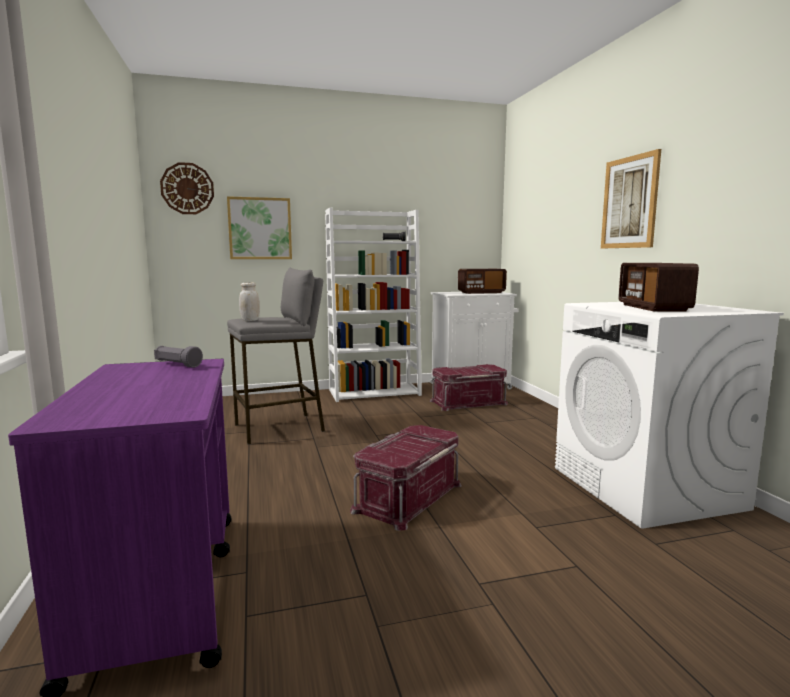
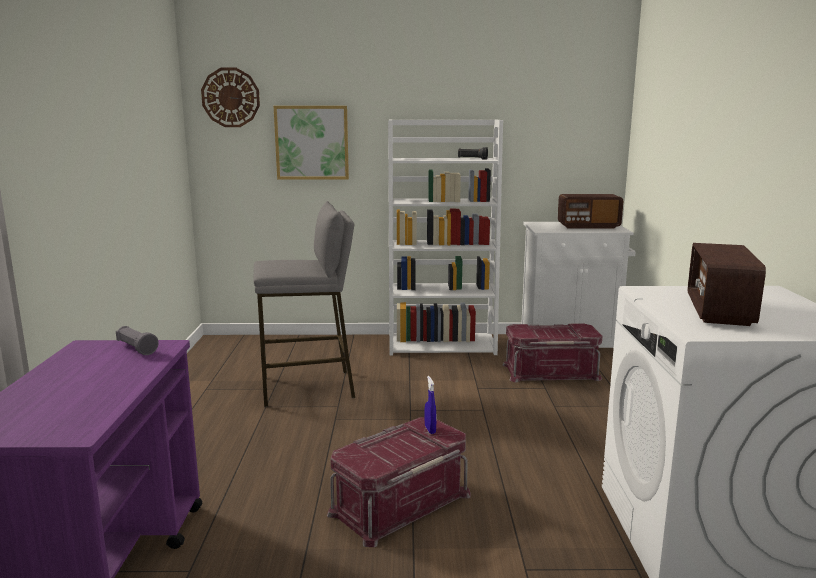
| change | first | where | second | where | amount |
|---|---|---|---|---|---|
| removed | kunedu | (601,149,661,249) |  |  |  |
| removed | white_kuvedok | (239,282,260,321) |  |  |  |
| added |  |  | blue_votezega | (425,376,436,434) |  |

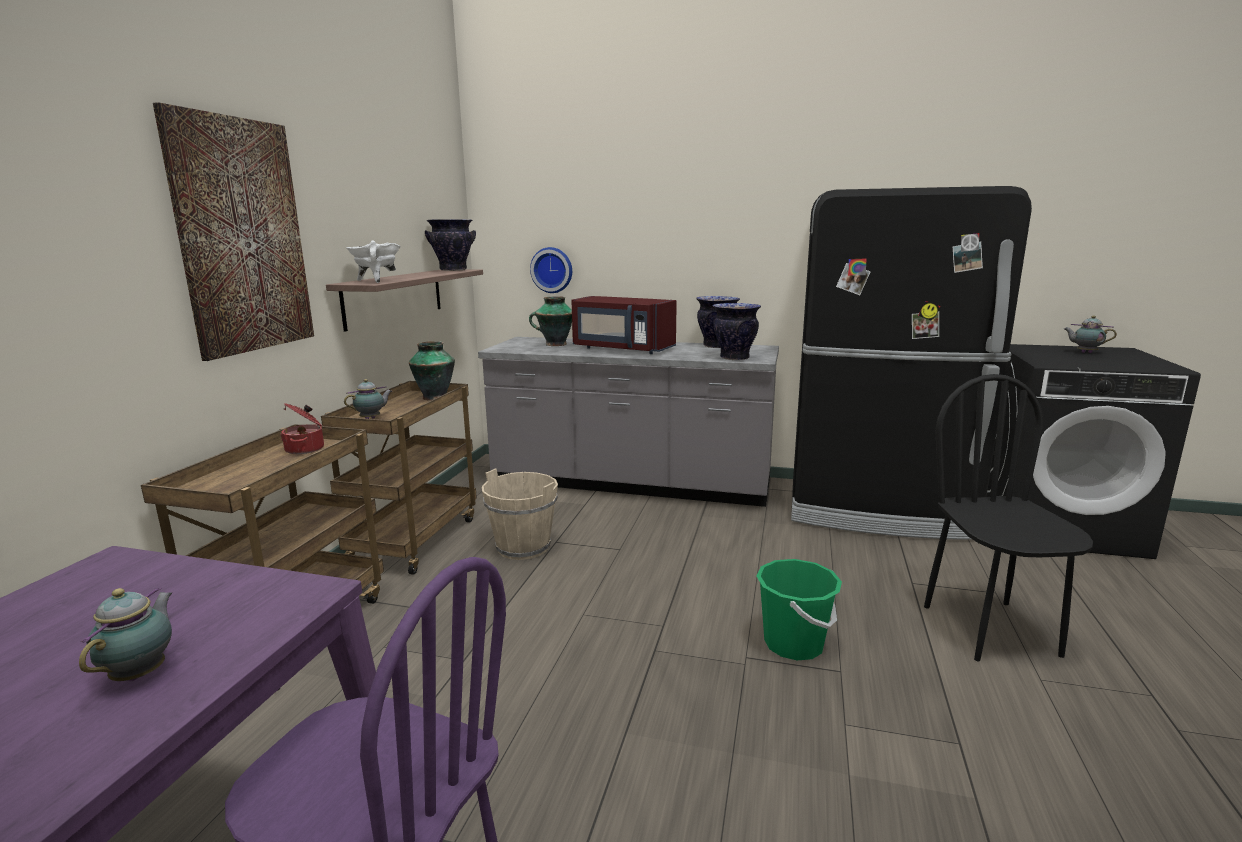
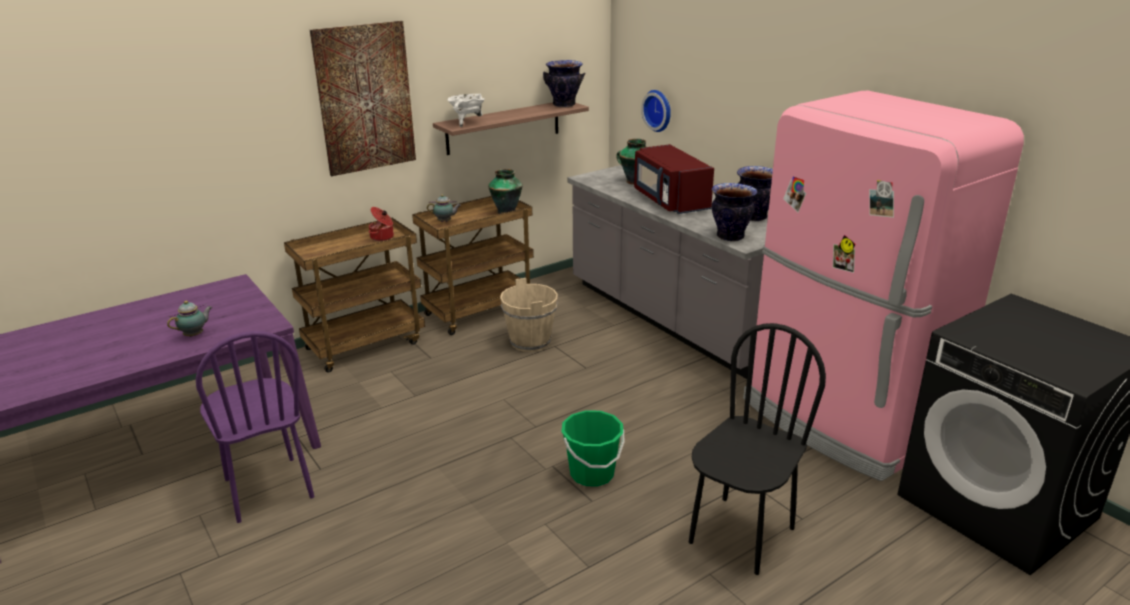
| change | first | where | second | where | amount |
|---|---|---|---|---|---|
| recoloured | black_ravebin | (791,186,1032,540) | pink_ravebin | (743,91,1024,481) |  |
| removed | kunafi | (1064,315,1117,353) |  |  |  |

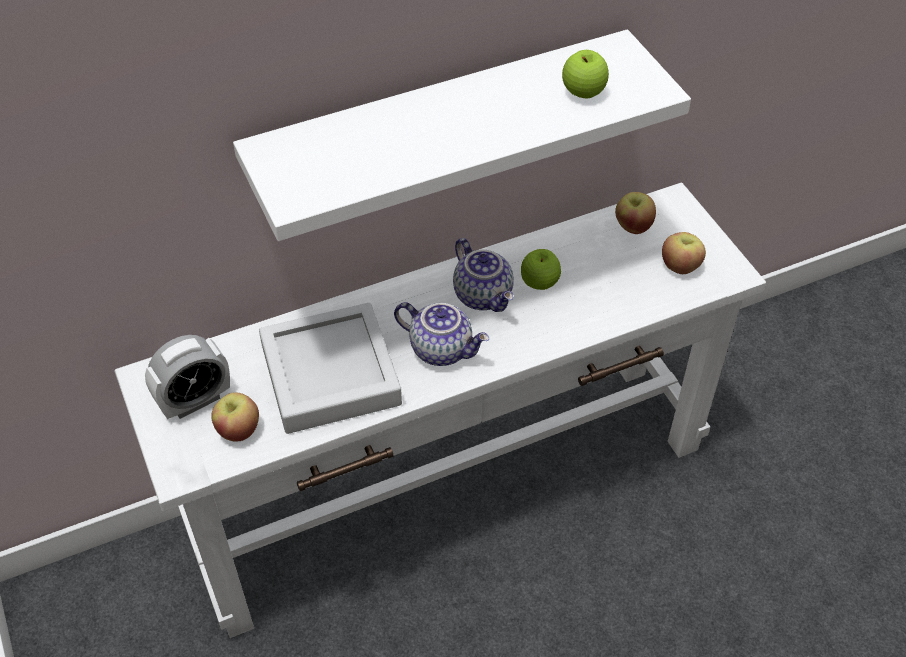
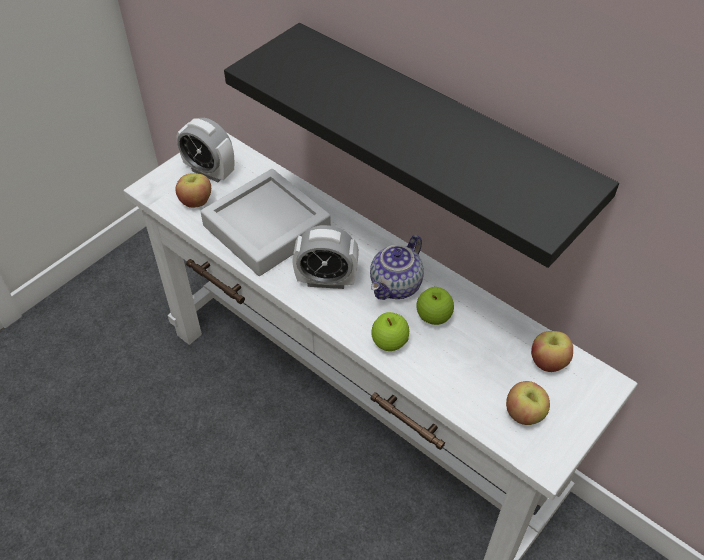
| change | first | where | second | where | amount |
|---|---|---|---|---|---|
| recoloured | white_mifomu | (233,29,691,241) | black_mifomu | (224,23,619,268) |  |
| moved | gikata | (562,50,609,98) |  | (371,312,409,351) |  |
| replaced | kunafi | (394,302,489,366) | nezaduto | (292,225,359,289) |  |

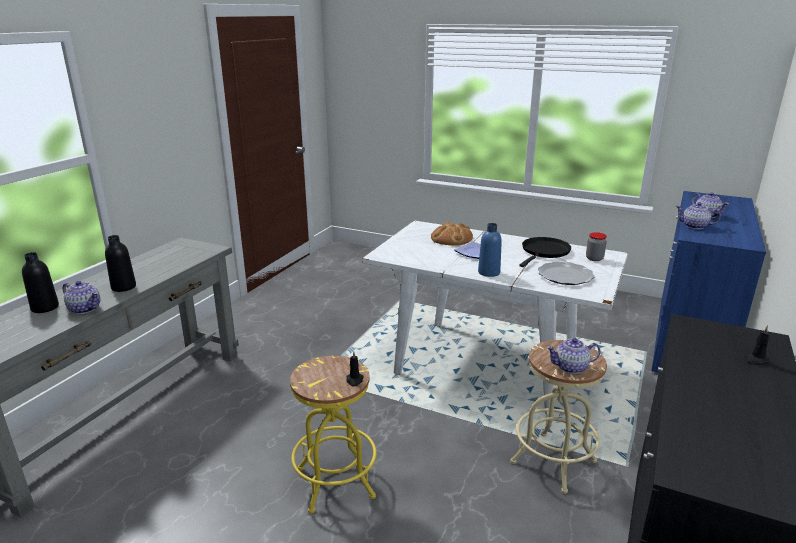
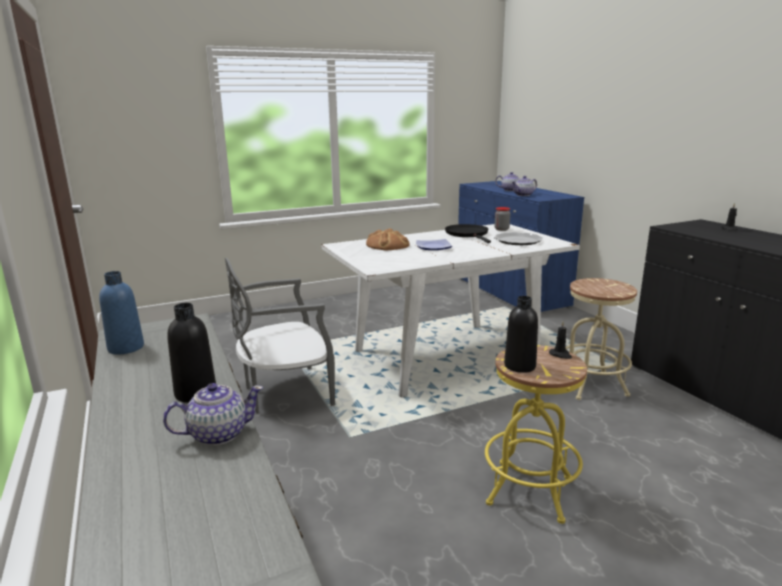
| change | first | where | second | where | amount |
|---|---|---|---|---|---|
| moved | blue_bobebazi | (478,223,502,277) |  | (99,271,144,355) |  |
| moved | black_bobebazi | (22,252,59,313) |  | (504,296,538,373) |  |
| removed | kunafi | (546,338,601,374) |  |  |  |
| added |  |  | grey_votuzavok | (225,258,335,414) |  |

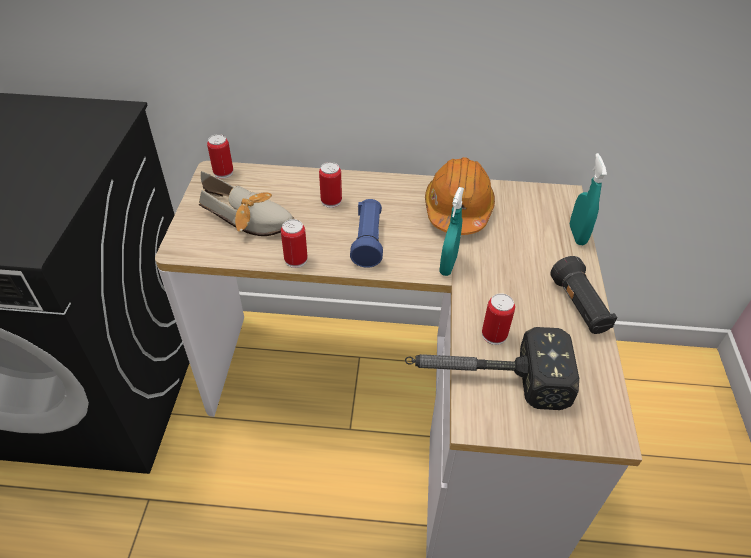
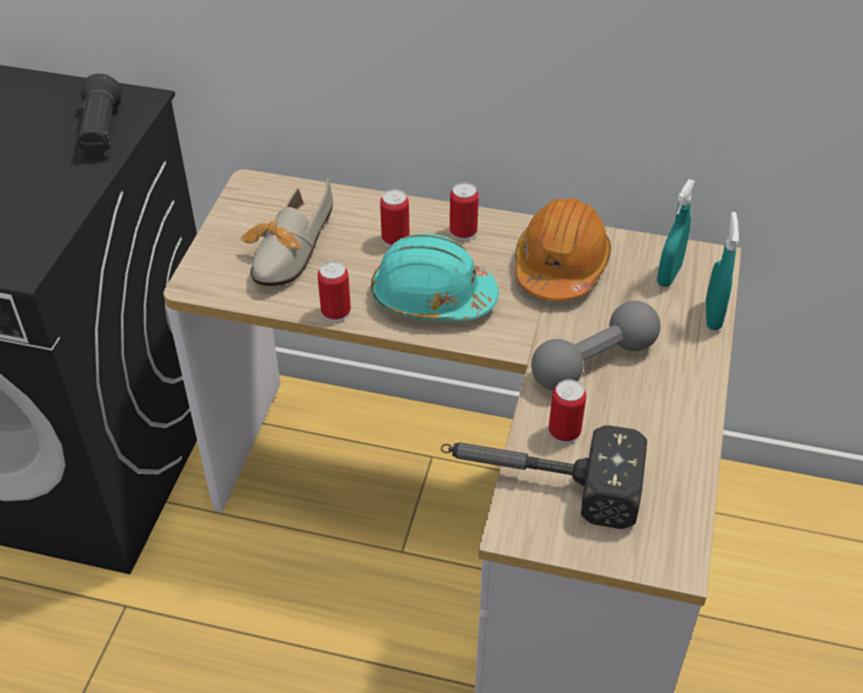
| change | first | where | second | where | amount |
|---|---|---|---|---|---|
| moved | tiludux | (207,134,233,179) |  | (450,182,479,241) |  |
| turned | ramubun | (199,171,294,236) |  | (241,177,333,286) | 75 degrees clockwise |
| moved | turquoise_votezega | (439,187,464,276) |  | (657,179,695,287) |  |
| replaced | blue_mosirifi | (350,199,383,268) | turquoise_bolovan | (371,233,499,321) |  |
| moved | black_mosirifi | (550,256,617,334) |  | (77,73,122,155) |  |
| added |  |  | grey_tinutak | (531,301,661,390) |  |

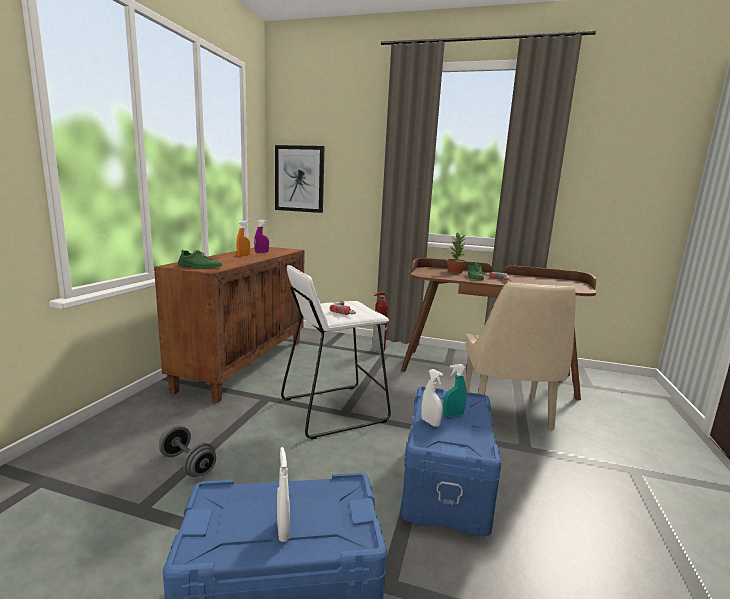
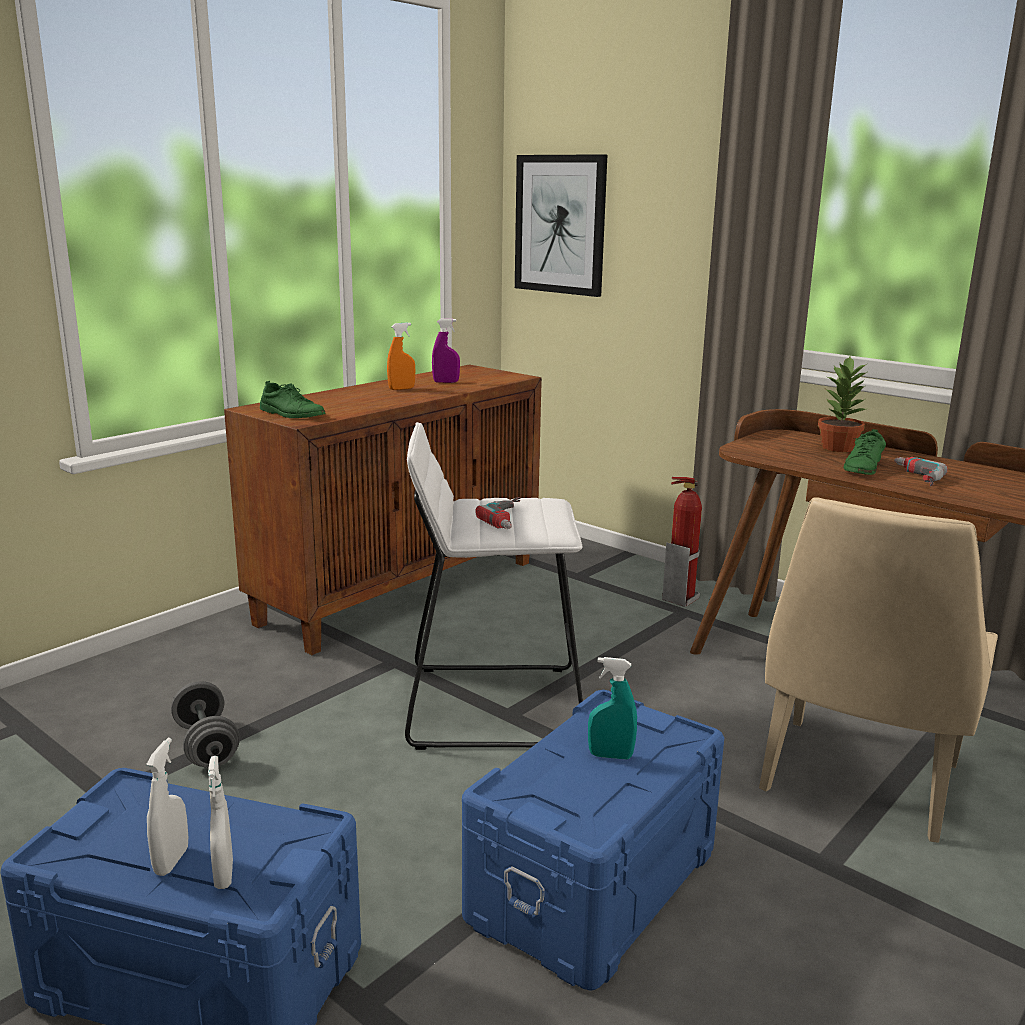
| change | first | where | second | where | amount |
|---|---|---|---|---|---|
| moved | white_votezega | (421,369,443,427) |  | (208,756,233,889) |  |

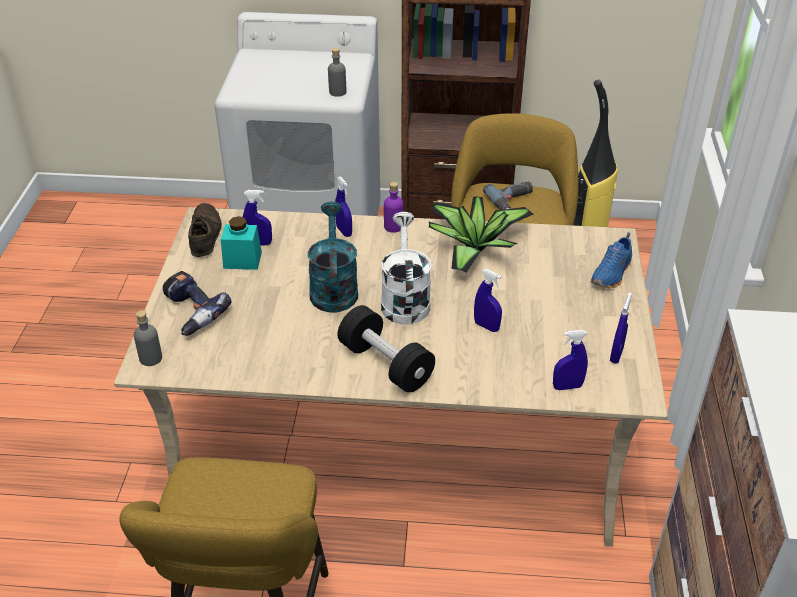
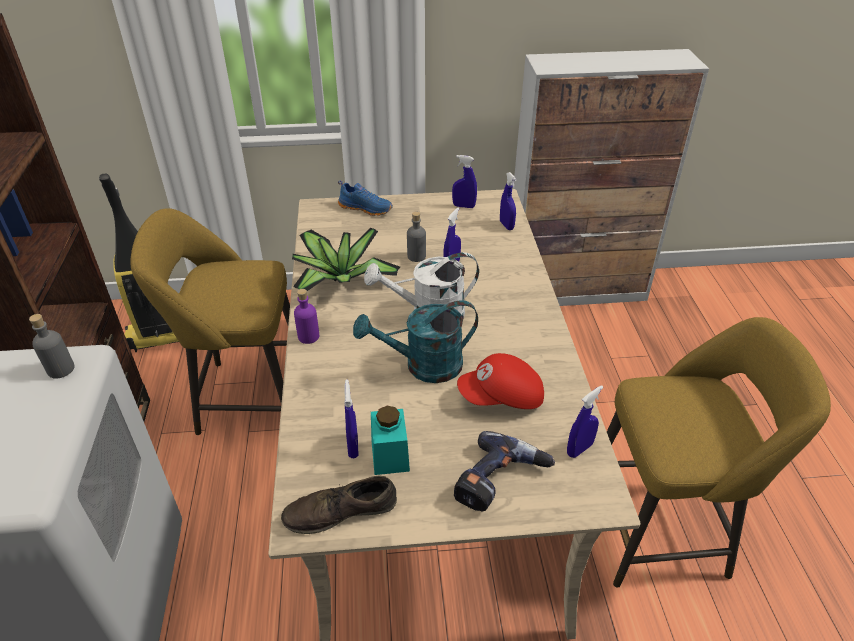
| change | first | where | second | where | amount |
|---|---|---|---|---|---|
| moved | blue_votezega | (335,176,352,237) |  | (567,385,603,458) |  |
| removed | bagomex | (483,182,533,210) |  |  |  |
| removed | black_tinutak | (338,305,435,393) |  |  |  |
| moved | grey_bobebazi | (134,310,162,366) |  | (407,212,426,262) |  |
| added |  |  | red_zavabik | (457,353,544,409) |  |

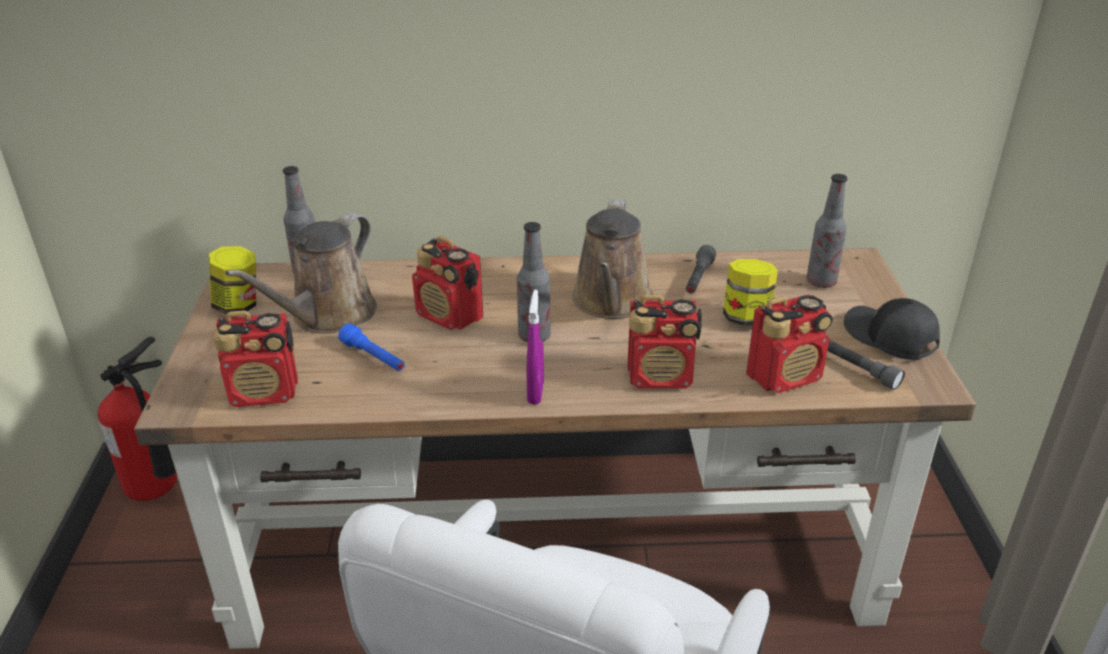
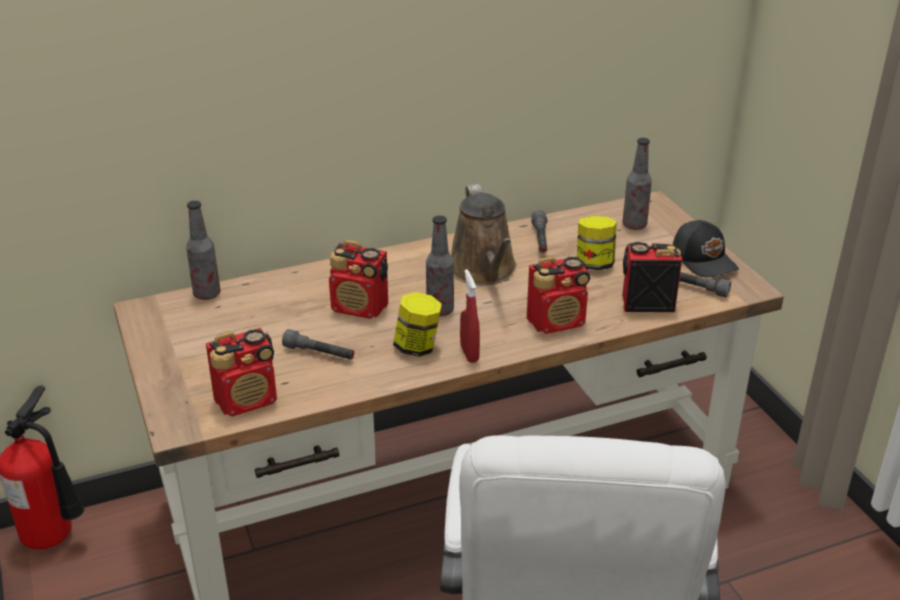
| change | first | where | second | where | amount |
|---|---|---|---|---|---|
| removed | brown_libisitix | (225,213,377,334) |  |  |  |
| moved | kuvedok | (209,246,256,314) |  | (393,292,442,357) |  |
| recoloured | purple_votezega | (526,290,544,405) | red_votezega | (460,269,480,363) |  |
| turned | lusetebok | (746,295,833,394) |  | (622,242,682,312) | 135 degrees counterclockwise |
| turned | black_zavabik | (844,298,940,360) |  | (673,220,739,278) | 150 degrees counterclockwise |
| recoloured | blue_mosirifi | (338,324,405,371) | grey_mosirifi | (282,329,354,359) |  |

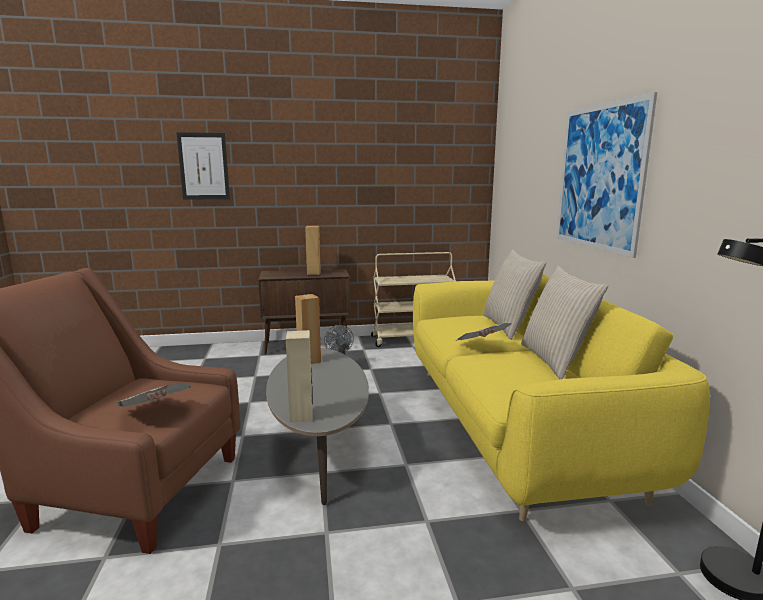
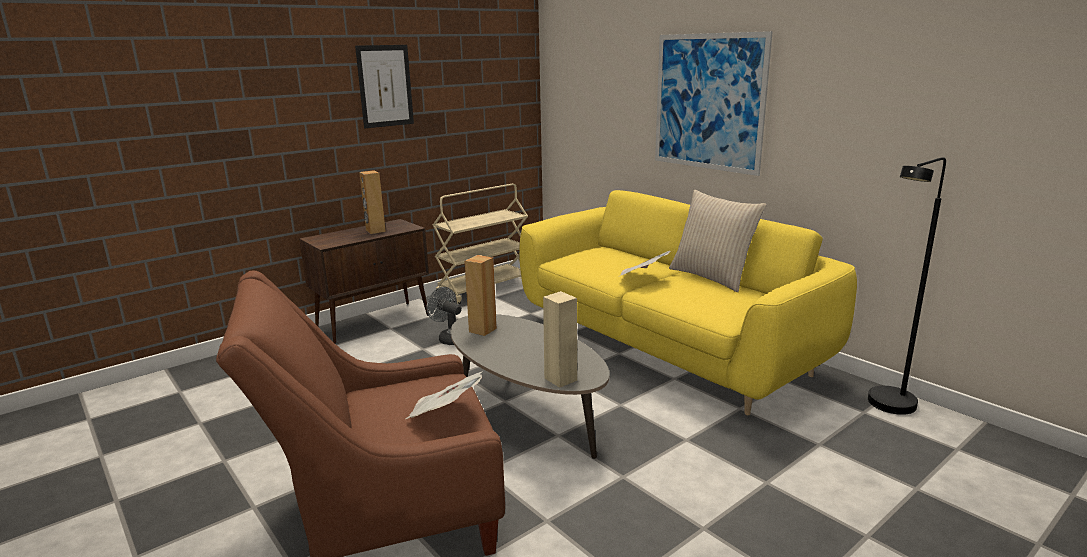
| change | first | where | second | where | amount |
|---|---|---|---|---|---|
| moved | kunedu | (176,132,230,200) |  | (355,45,414,128) |  |
| removed | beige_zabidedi | (483,249,546,340) |  |  |  |

